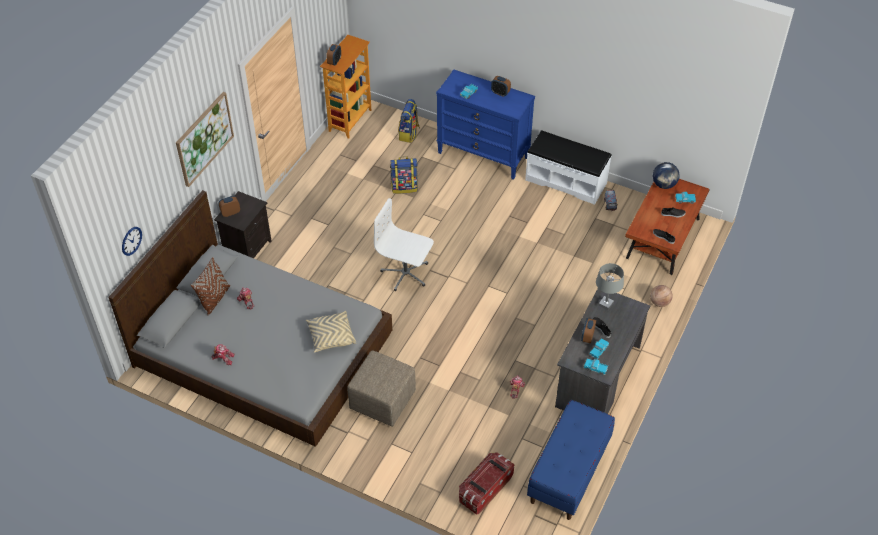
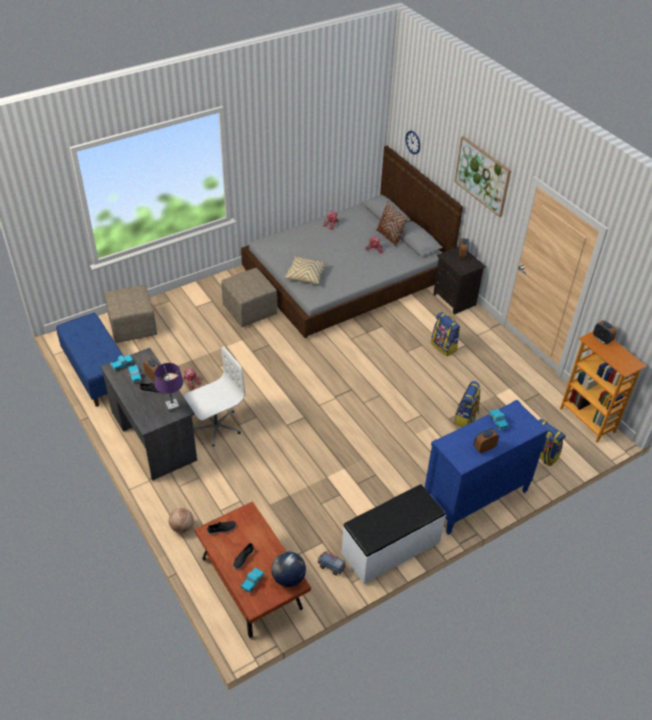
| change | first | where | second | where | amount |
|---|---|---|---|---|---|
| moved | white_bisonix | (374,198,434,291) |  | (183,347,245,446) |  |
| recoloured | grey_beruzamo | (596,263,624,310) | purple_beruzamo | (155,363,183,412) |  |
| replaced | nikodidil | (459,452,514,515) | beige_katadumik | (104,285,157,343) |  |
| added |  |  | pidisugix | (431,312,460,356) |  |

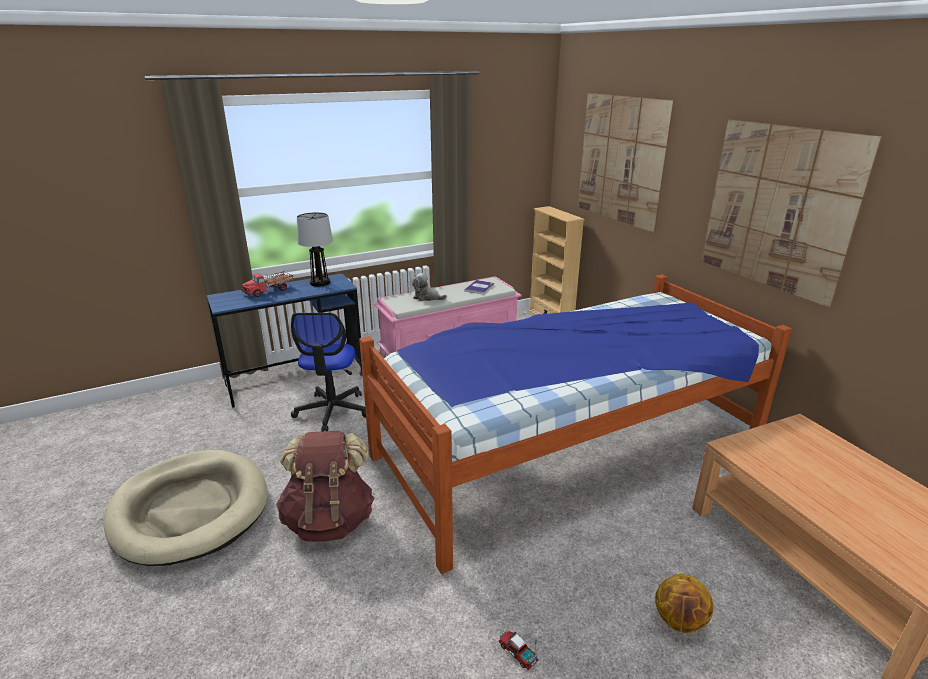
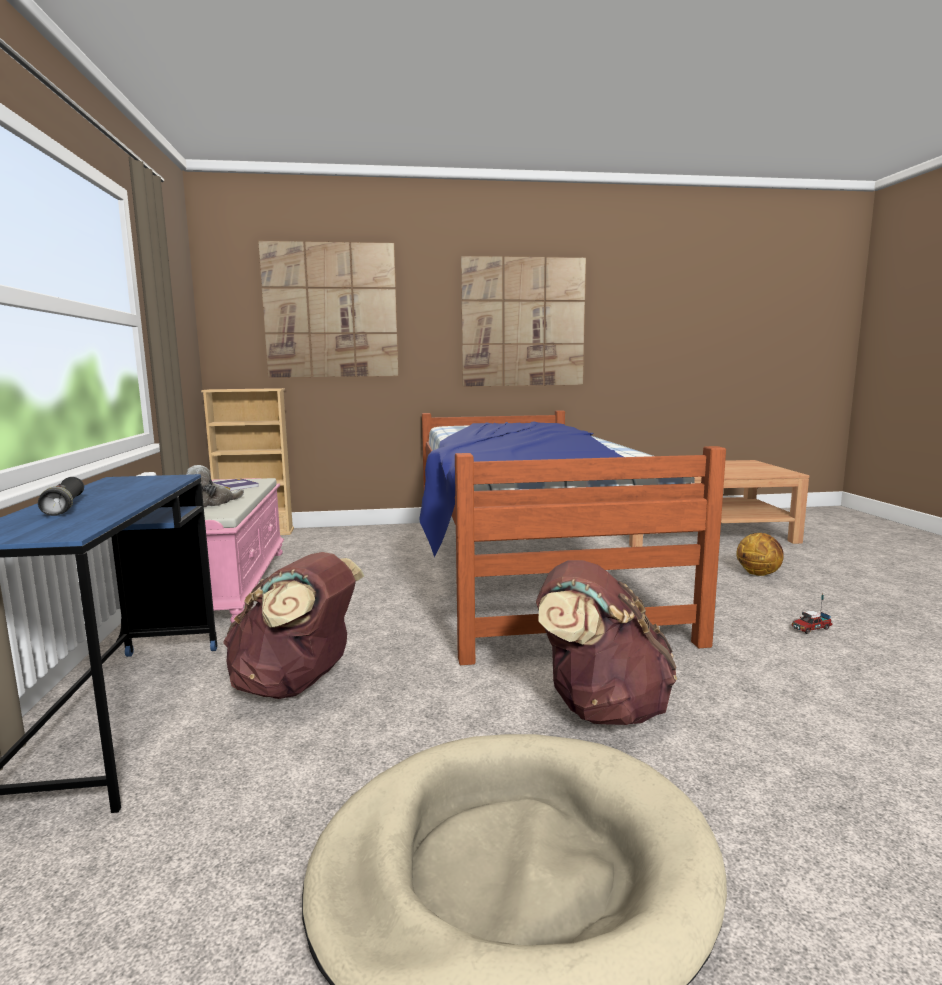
| change | first | where | second | where | amount |
|---|---|---|---|---|---|
| removed | beruzamo | (297,212,333,287) |  |  |  |
| replaced | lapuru | (241,271,294,297) | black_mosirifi | (38,477,84,516) |  |
| replaced | bisonix | (291,313,366,431) | brown_pidisugix | (223,552,364,699) |  |

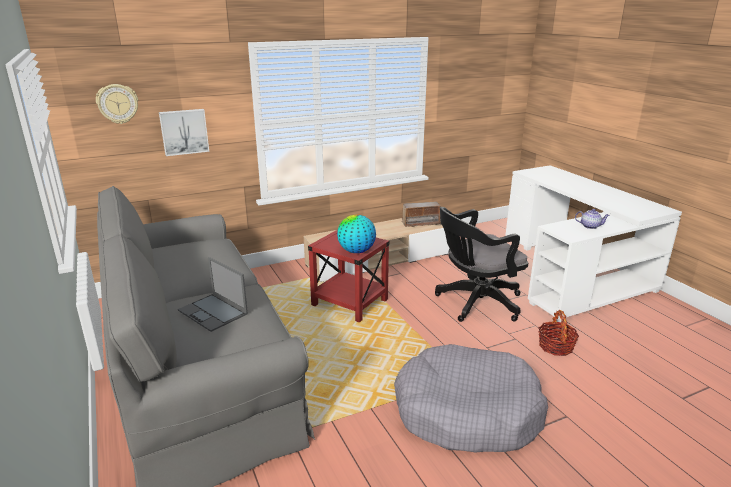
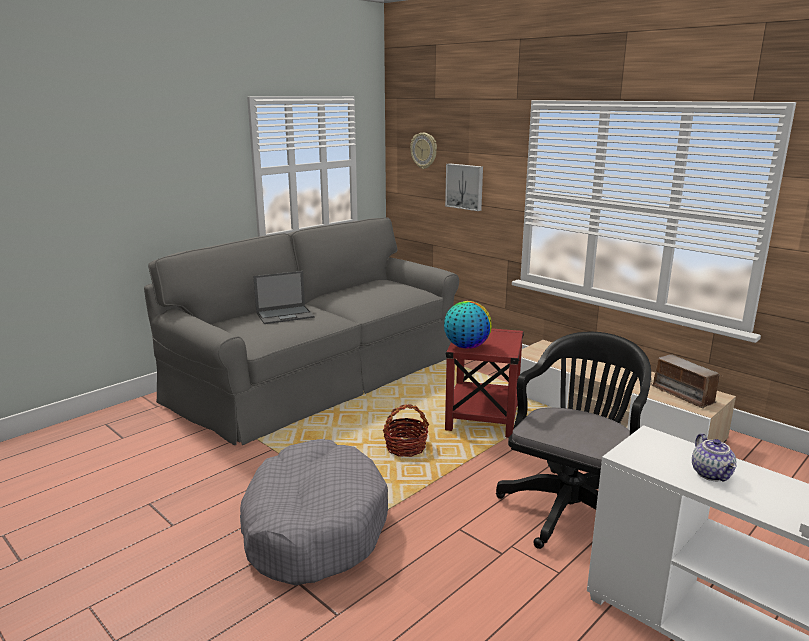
| change | first | where | second | where | amount |
|---|---|---|---|---|---|
| turned | black_bisonix | (435,207,528,322) |  | (496,332,651,549) | 75 degrees clockwise |
| turned | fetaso | (178,257,248,332) |  | (253,271,315,324) | 135 degrees counterclockwise |
| moved | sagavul | (538,310,579,356) |  | (383,404,429,457) |  |

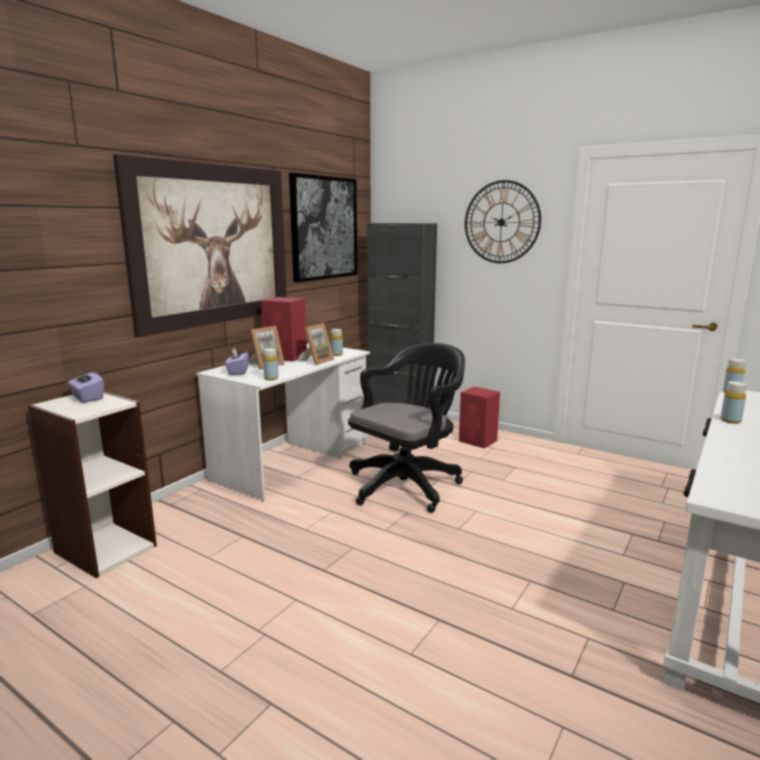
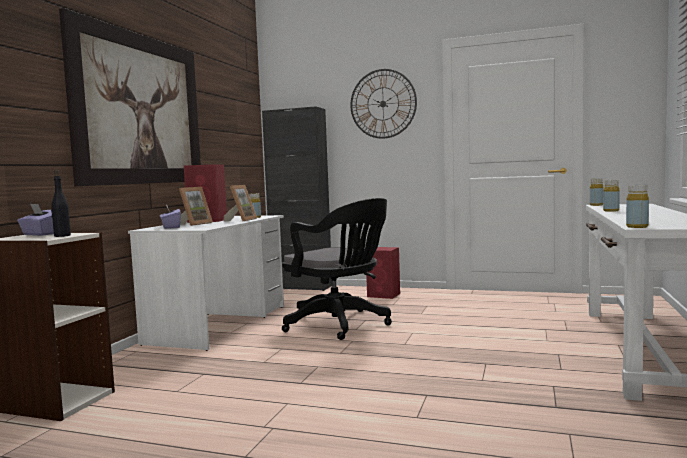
| change | first | where | second | where | amount |
|---|---|---|---|---|---|
| removed | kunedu | (289,173,357,283) |  |  |  |
| turned | black_bisonix | (348,343,465,513) |  | (282,198,392,340) | 105 degrees clockwise |
| moved | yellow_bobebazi | (263,348,279,380) |  | (626,185,649,228) |  |
| added |  |  | black_bobebazi | (51,170,71,237) |  |

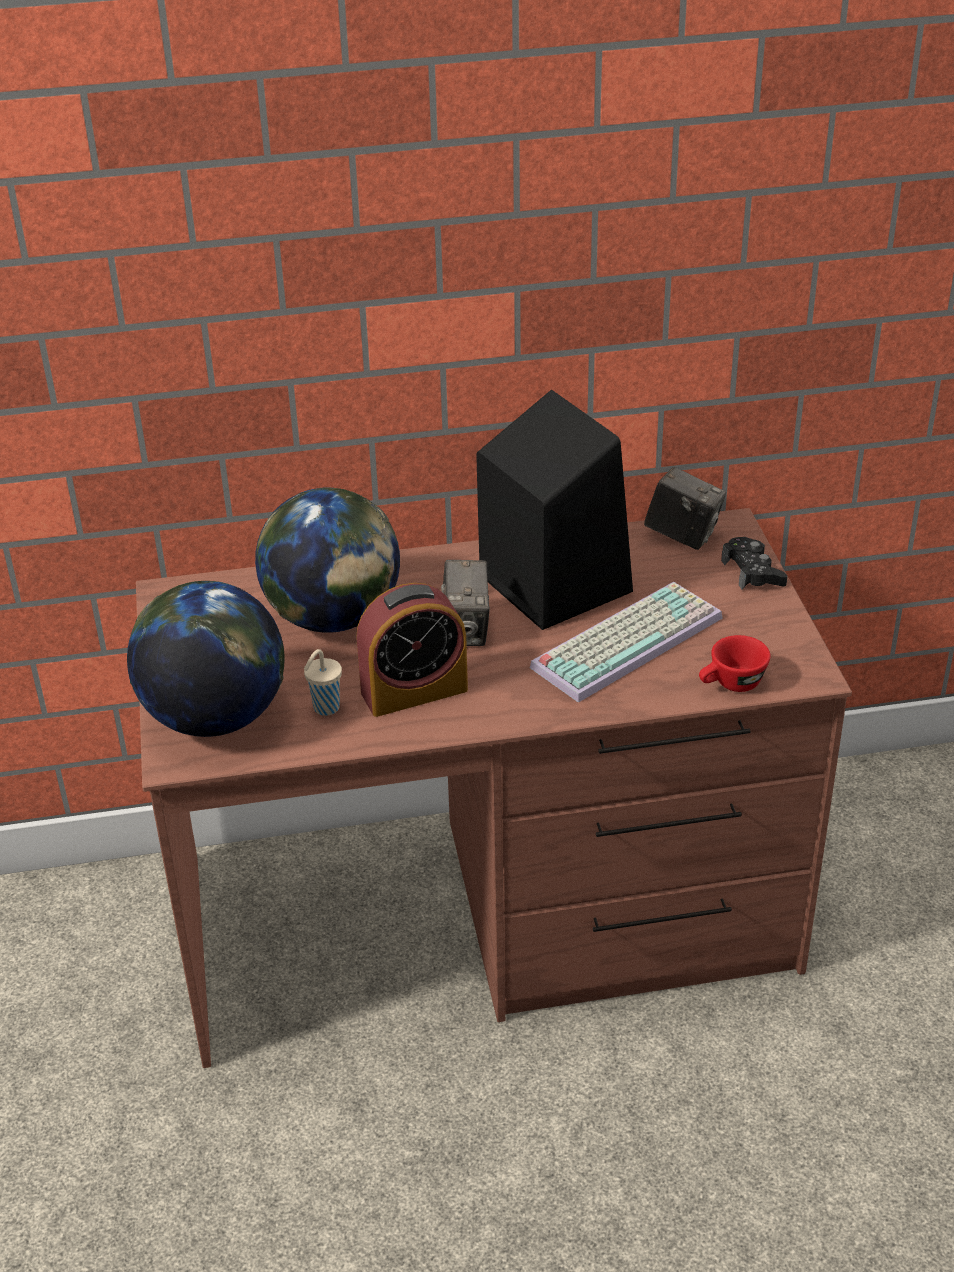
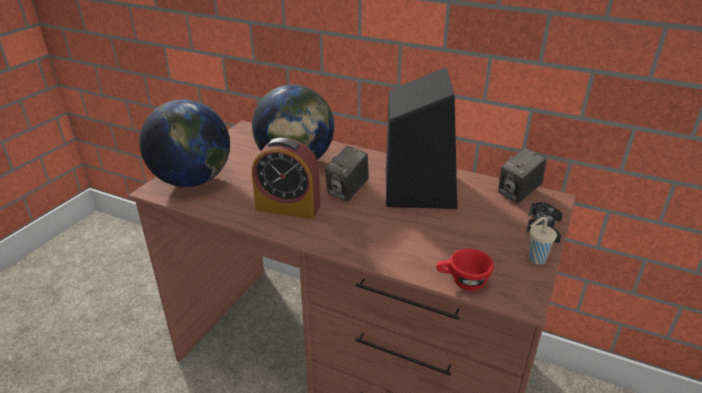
| change | first | where | second | where | amount |
|---|---|---|---|---|---|
| turned | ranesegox | (644,467,726,550) |  | (498,148,547,203) | 75 degrees clockwise |
| removed | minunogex | (530,582,723,703) |  |  |  |
| moved | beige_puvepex | (304,649,342,716) |  | (528,217,557,265) |  |

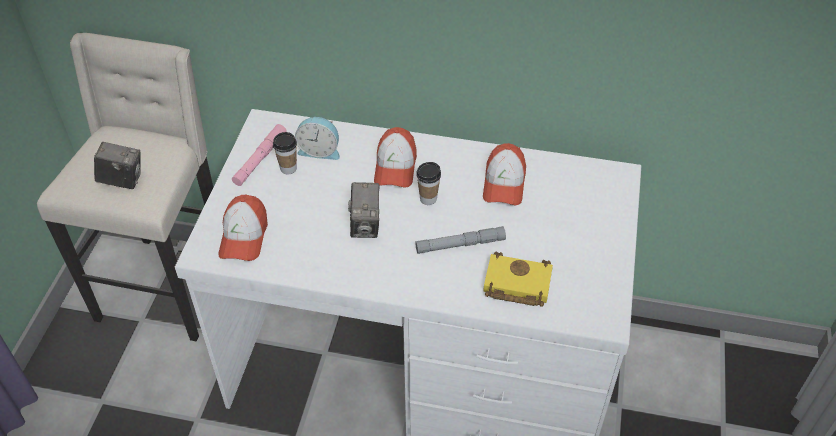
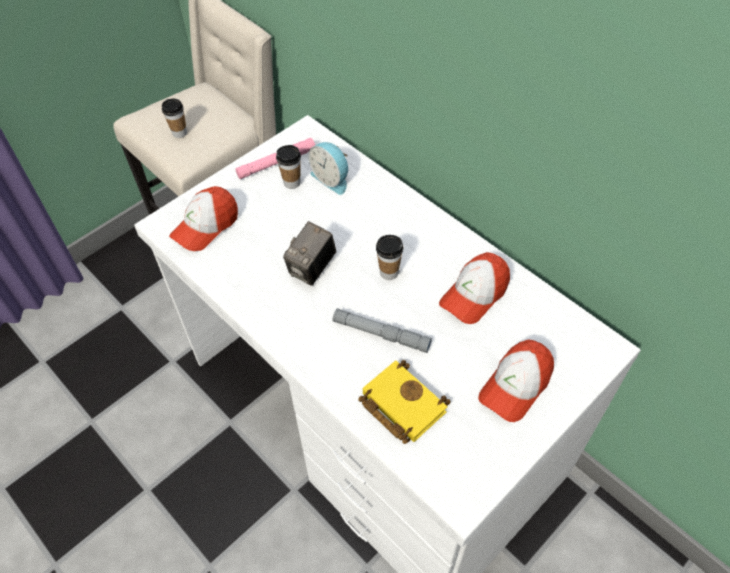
| change | first | where | second | where | amount |
|---|---|---|---|---|---|
| moved | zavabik | (374,127,417,188) |  | (478,339,554,422) |  |
| replaced | ranesegox | (94,142,140,189) | puvepex | (162,99,187,138) |  |

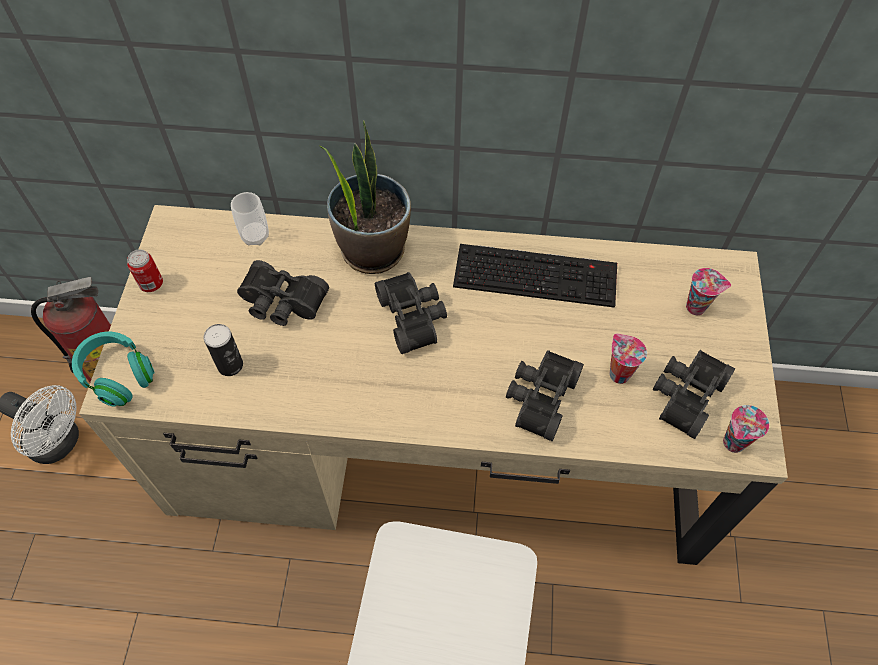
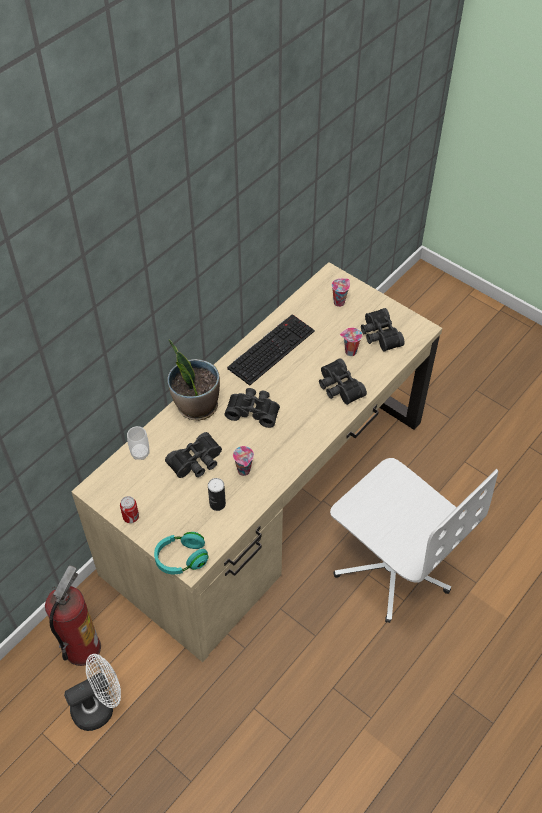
| change | first | where | second | where | amount |
|---|---|---|---|---|---|
| moved | puvepex | (723,405,769,453) |  | (233,446,254,476) |  |

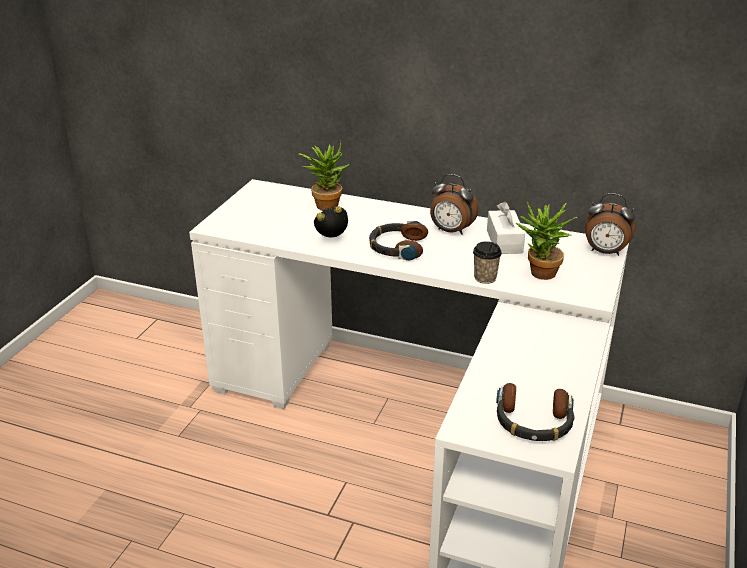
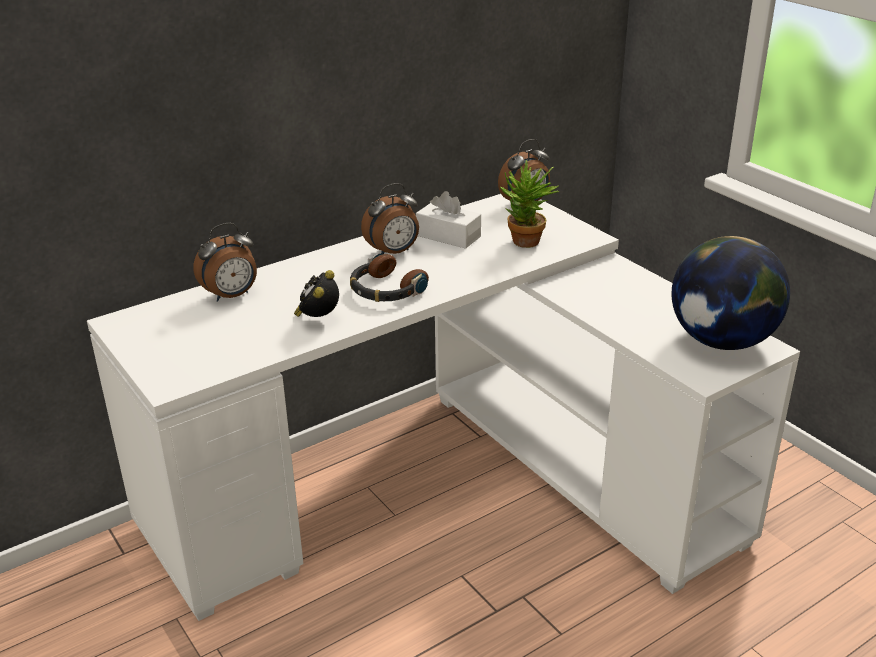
| change | first | where | second | where | amount |
|---|---|---|---|---|---|
| replaced | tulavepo | (299,141,350,210) | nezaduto | (193,223,257,302) |  |
| removed | puvepex | (473,241,502,284) |  |  |  |
| replaced | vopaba | (496,383,574,441) | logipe | (672,236,790,350) |  |

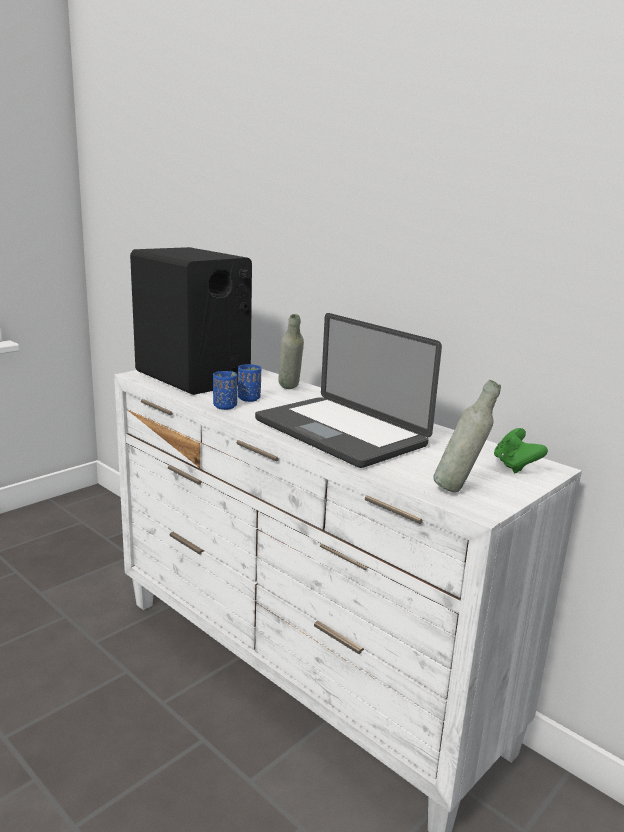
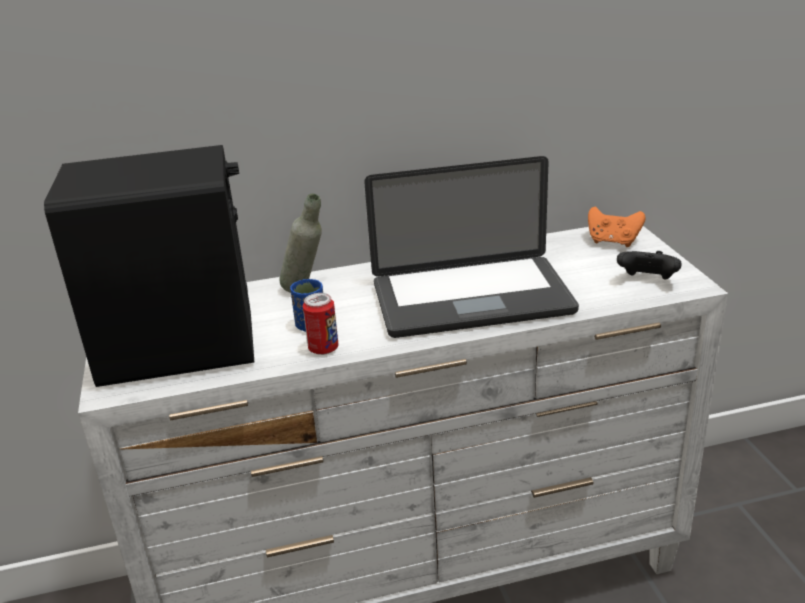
| change | first | where | second | where | amount |
|---|---|---|---|---|---|
| replaced | blue_puvepex | (213,371,237,410) | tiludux | (303,293,339,355) |  |
| replaced | grey_bobebazi | (433,380,501,493) | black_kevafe | (617,251,682,279) |  |
| recoloured | green_kevafe | (494,428,548,473) | orange_kevafe | (588,207,646,247) |  |

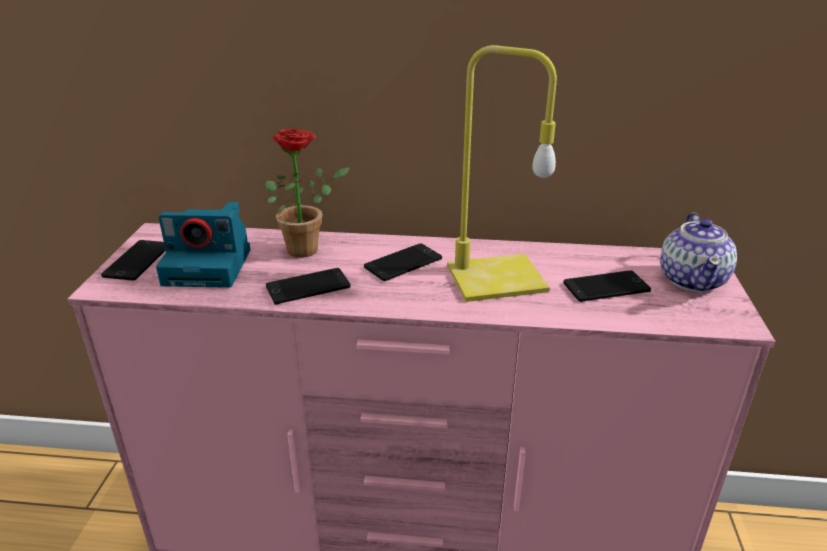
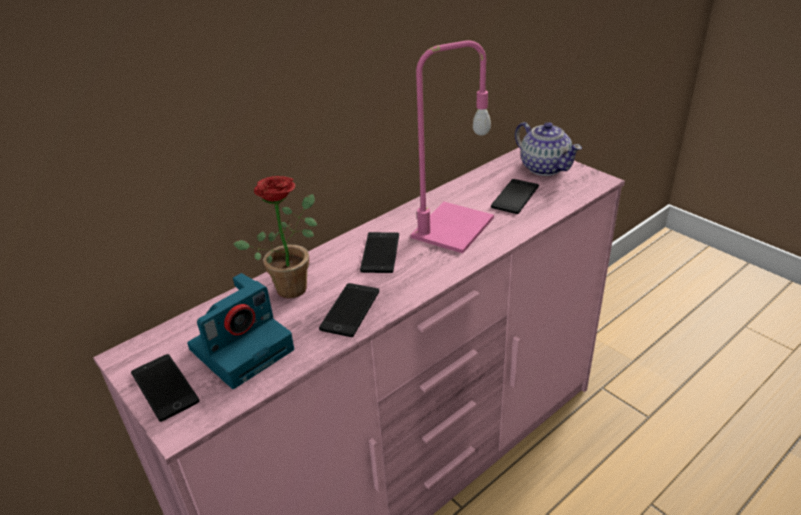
| change | first | where | second | where | amount |
|---|---|---|---|---|---|
| recoloured | yellow_beruzamo | (447,45,557,302) | pink_beruzamo | (410,40,494,253) |  |

